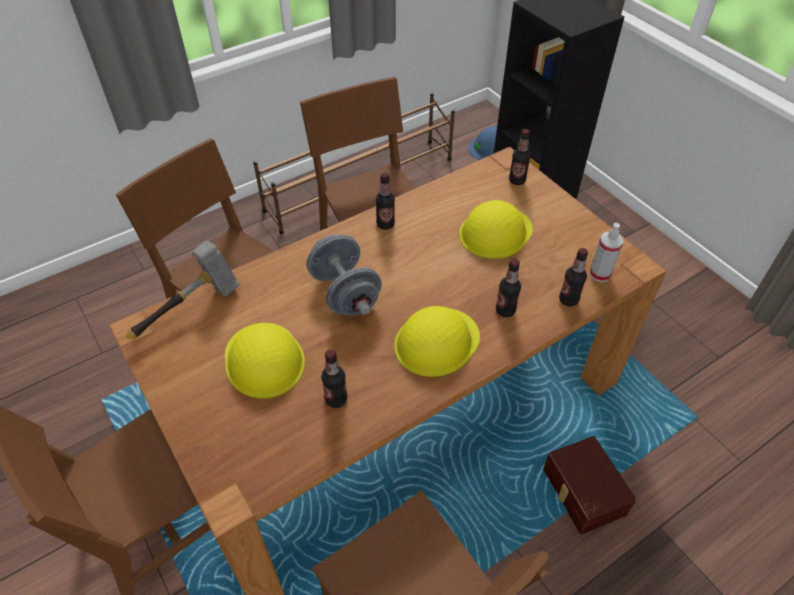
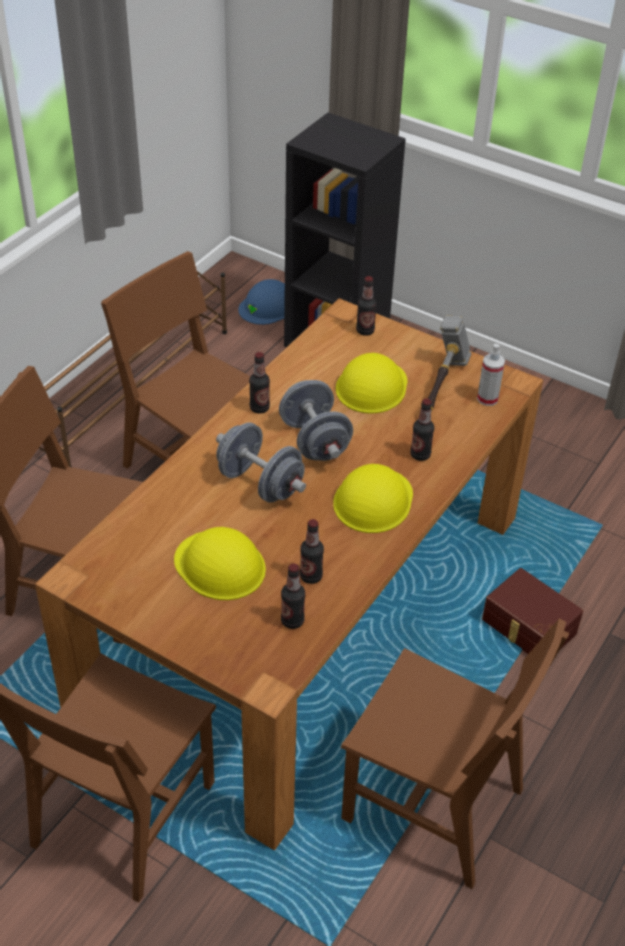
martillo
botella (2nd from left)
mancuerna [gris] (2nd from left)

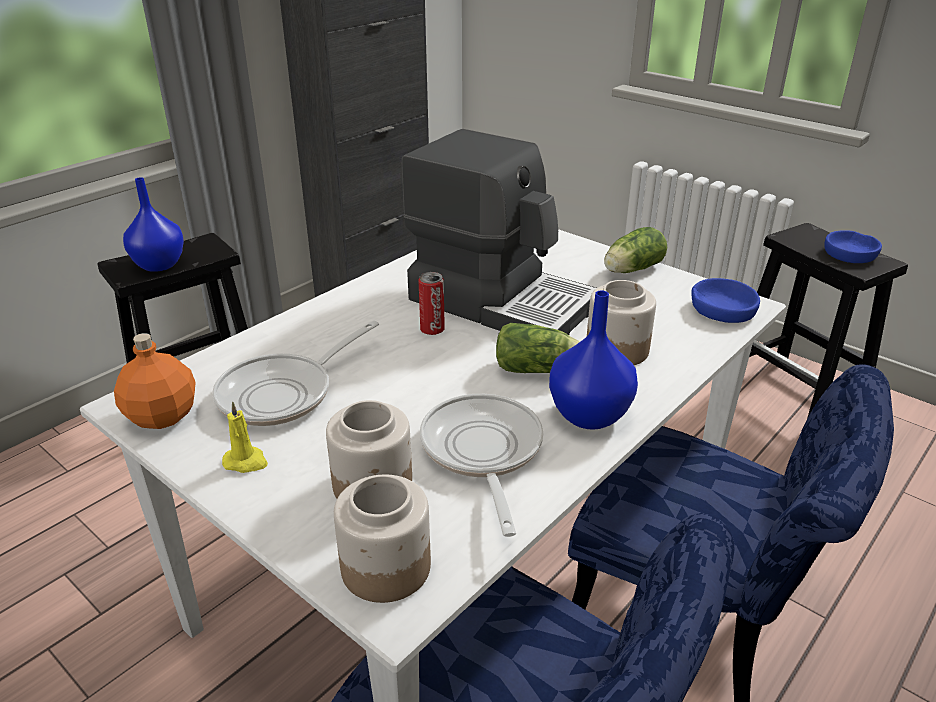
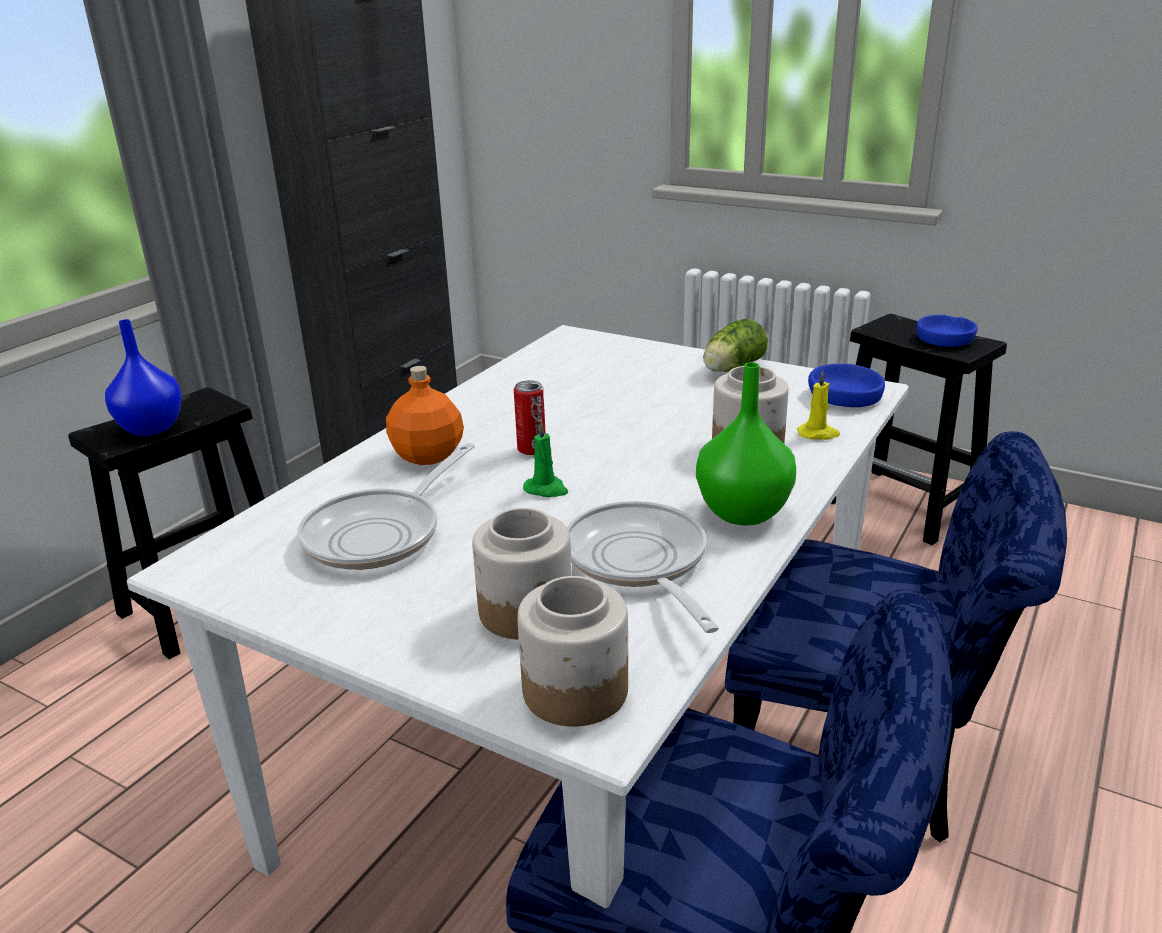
botella [naranja]
vela [amarillo]
cafetera
lechuga (1st from left in the first image)
florero [verde]
vela [verde]

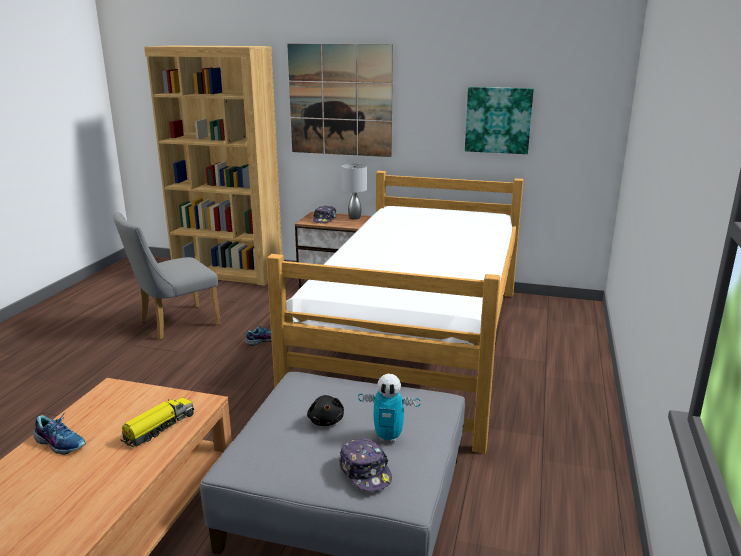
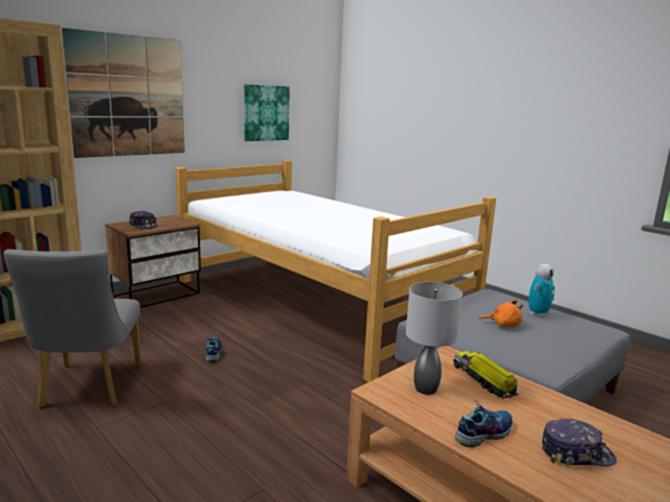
peluche [naranja]
gorra (2nd from left)
lámpara de mesa [gris]

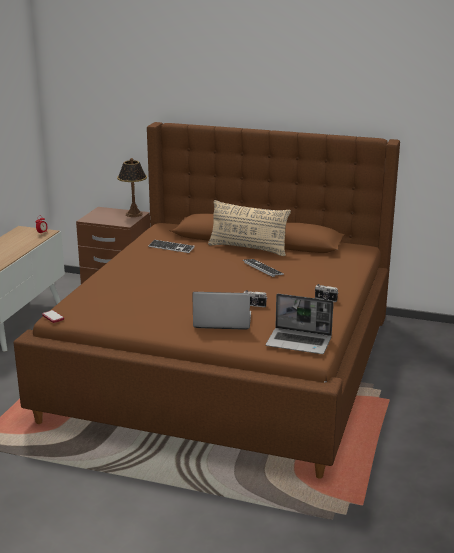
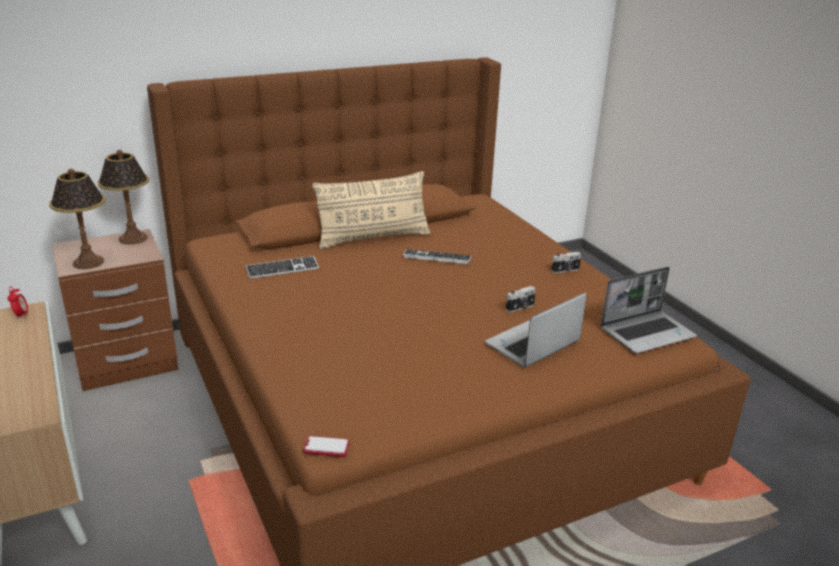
lámpara de mesa (1st from left)

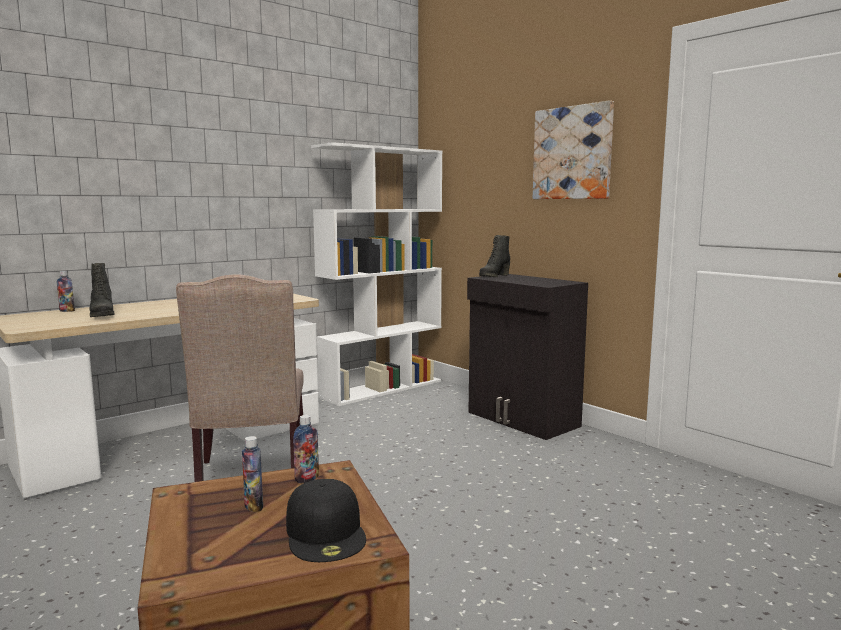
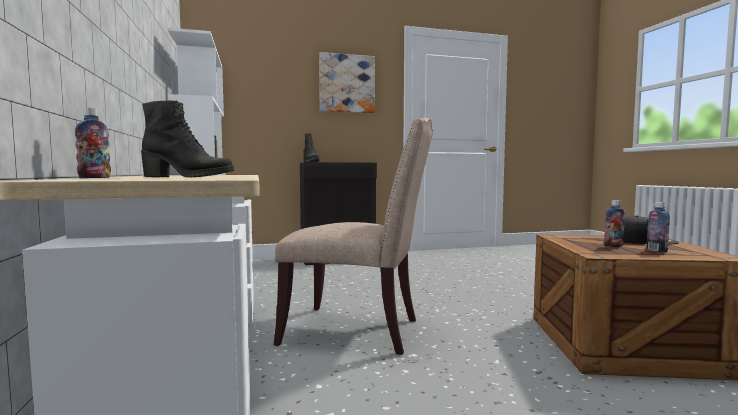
botella (3rd from left)

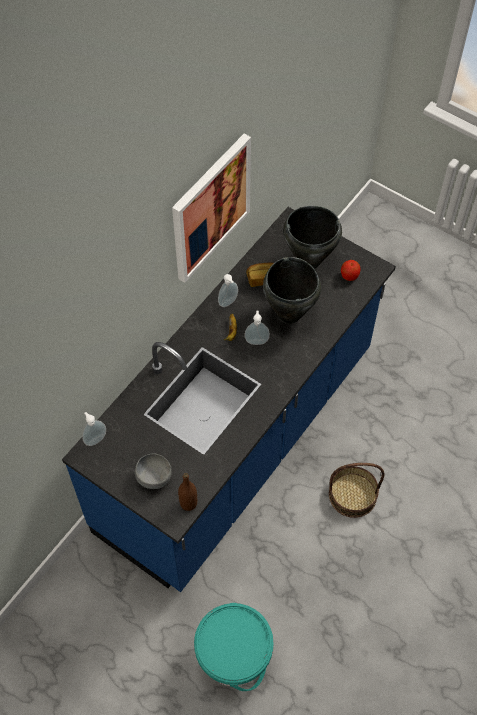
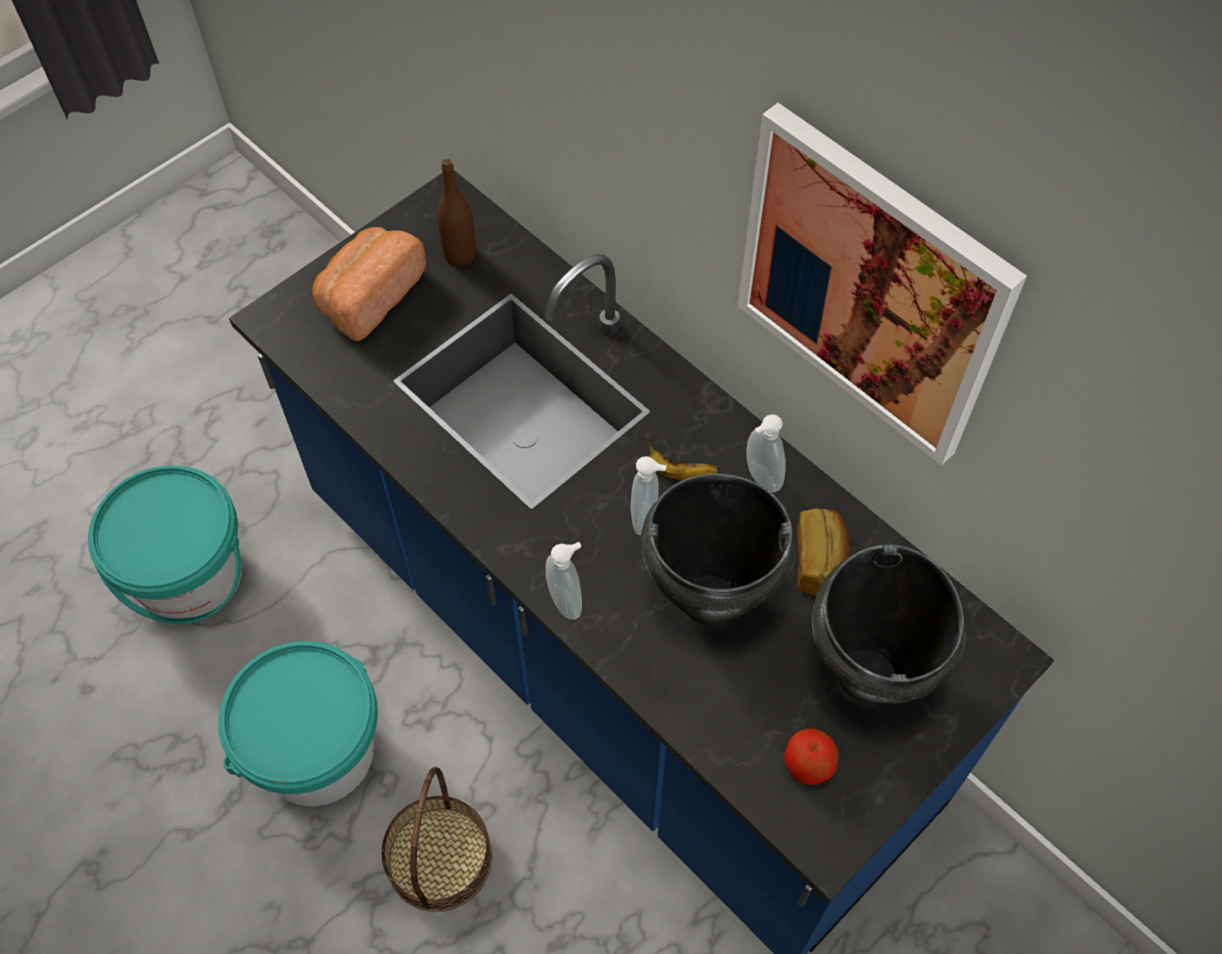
dispensador de jabón (1st from left)
pan (1st from left)
botella [marrón]
cubo [turquesa] (2nd from left)

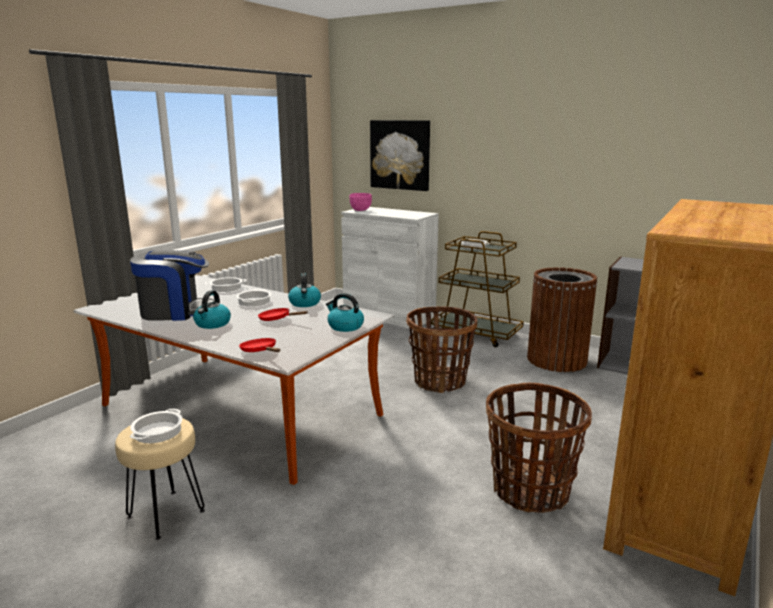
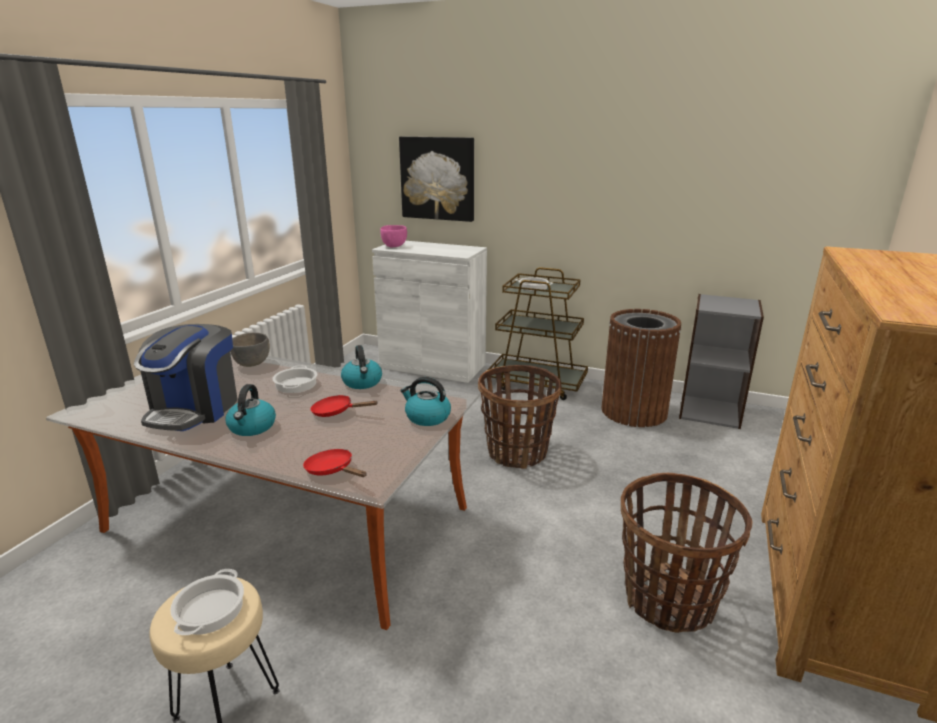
cafetera
cuenco [gris]

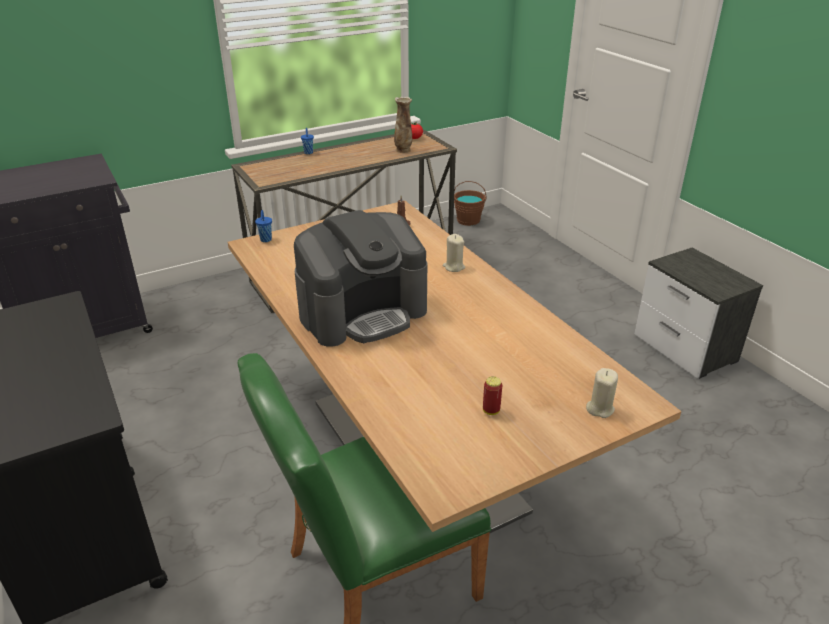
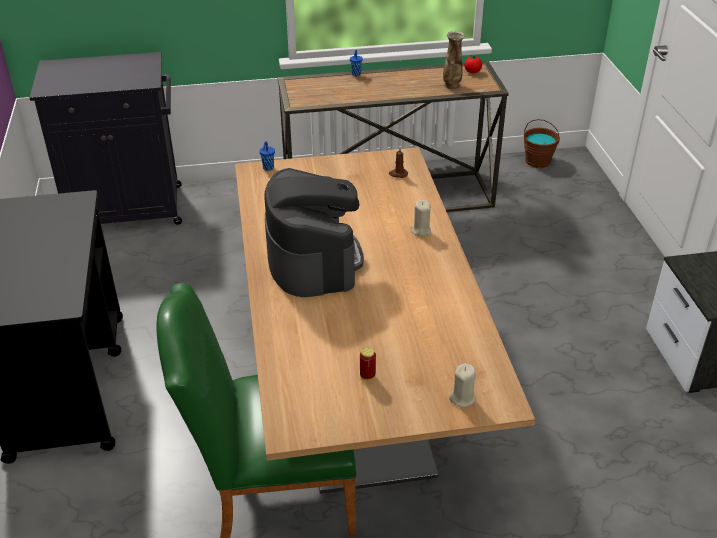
cafetera

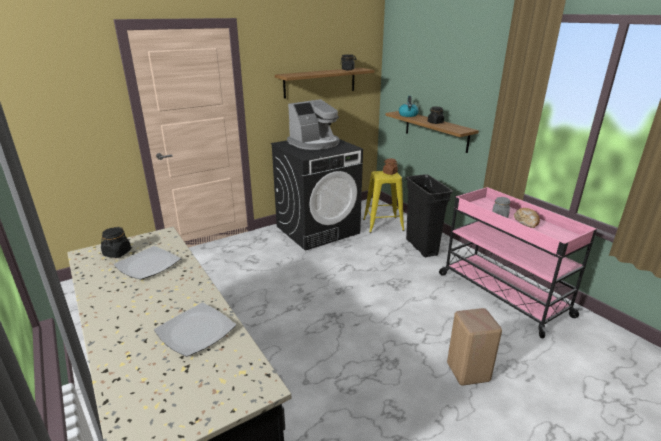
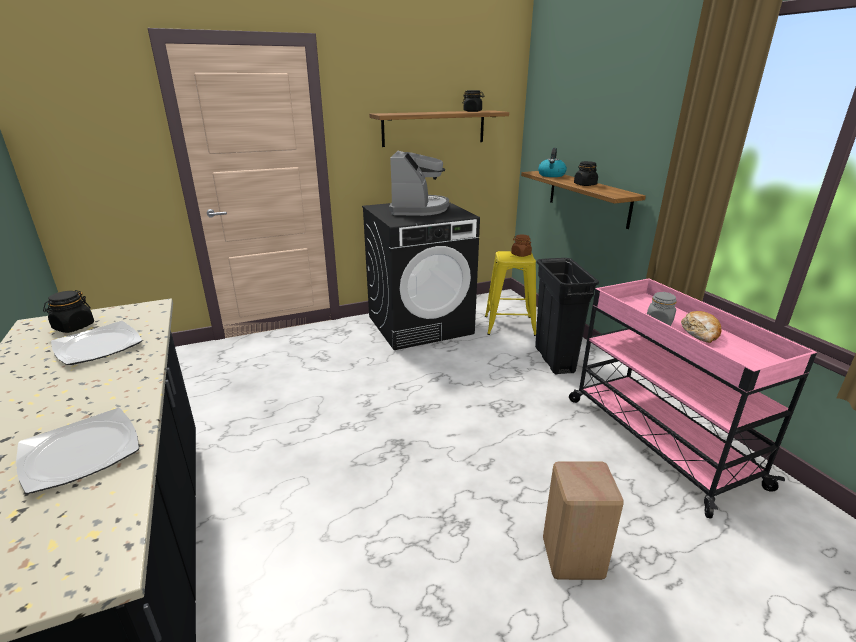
cafetera

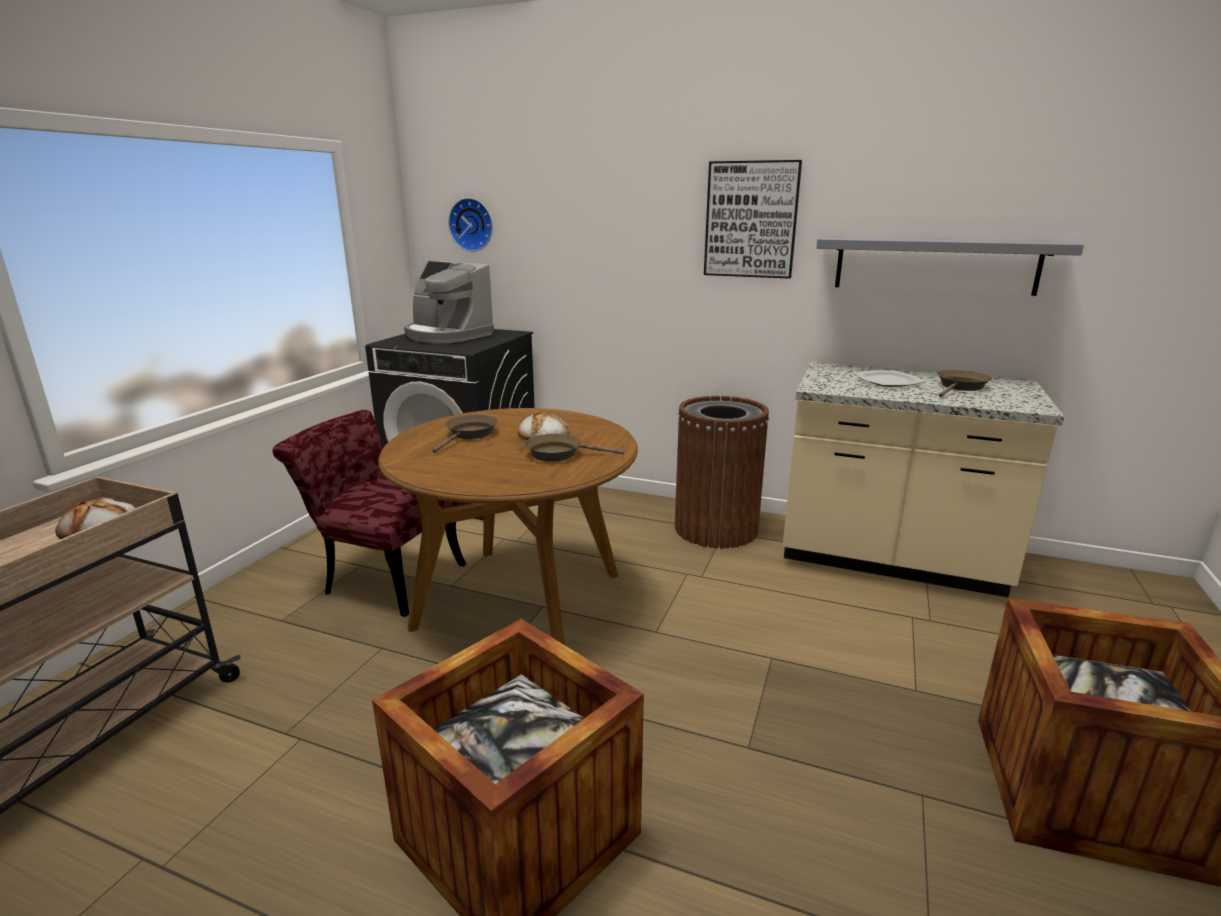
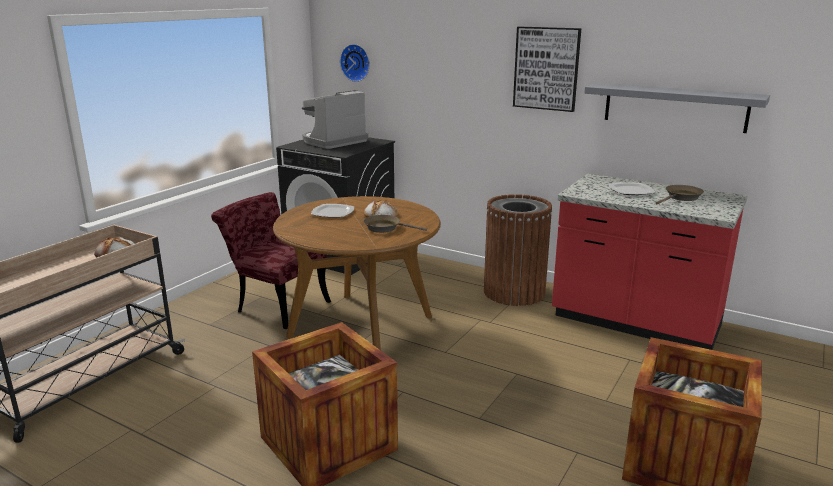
cafetera
plato (1st from left)
mueble bajo de cocina [rojo]

